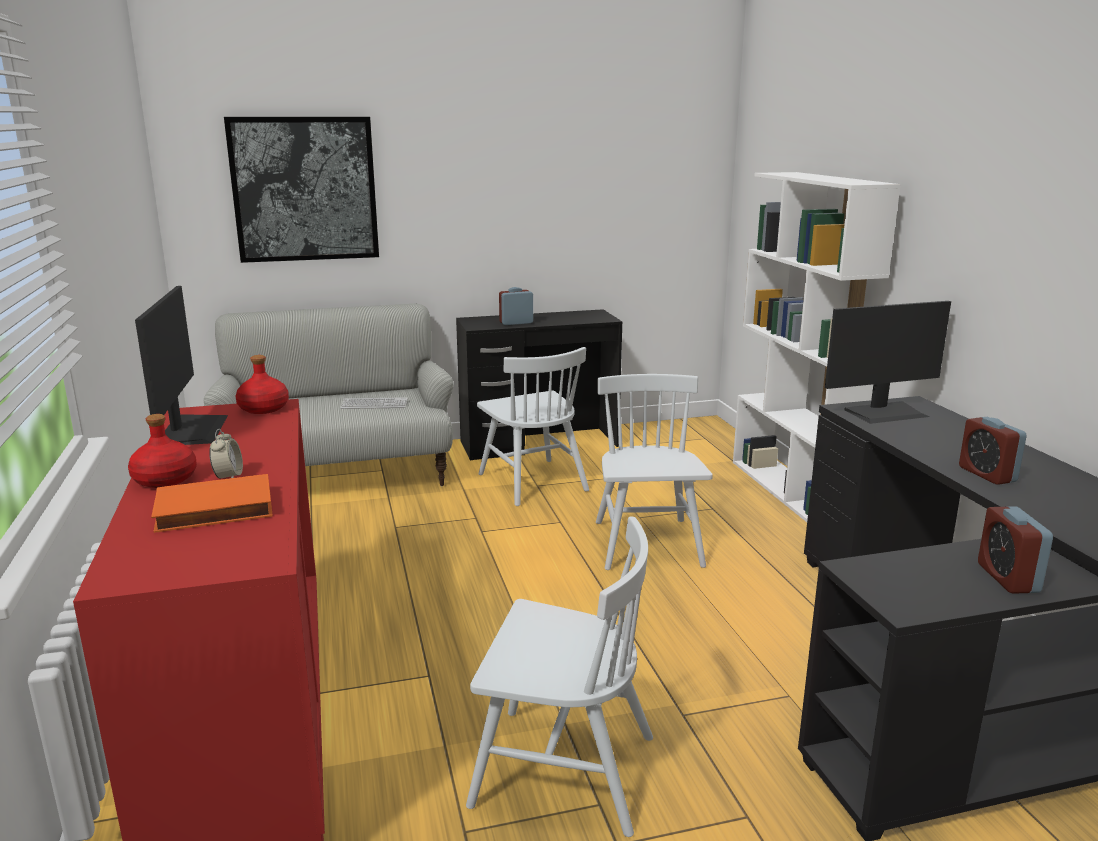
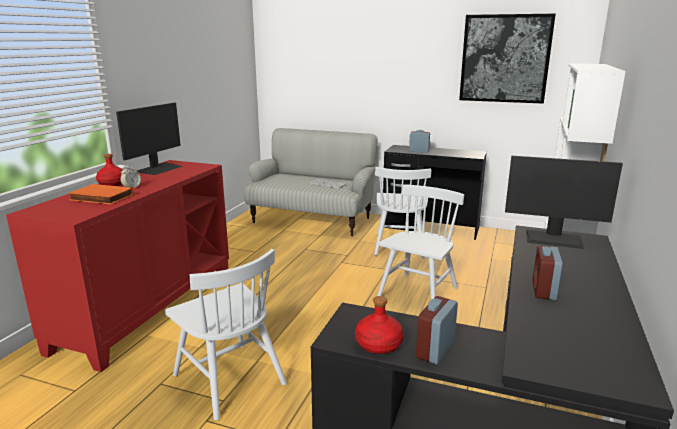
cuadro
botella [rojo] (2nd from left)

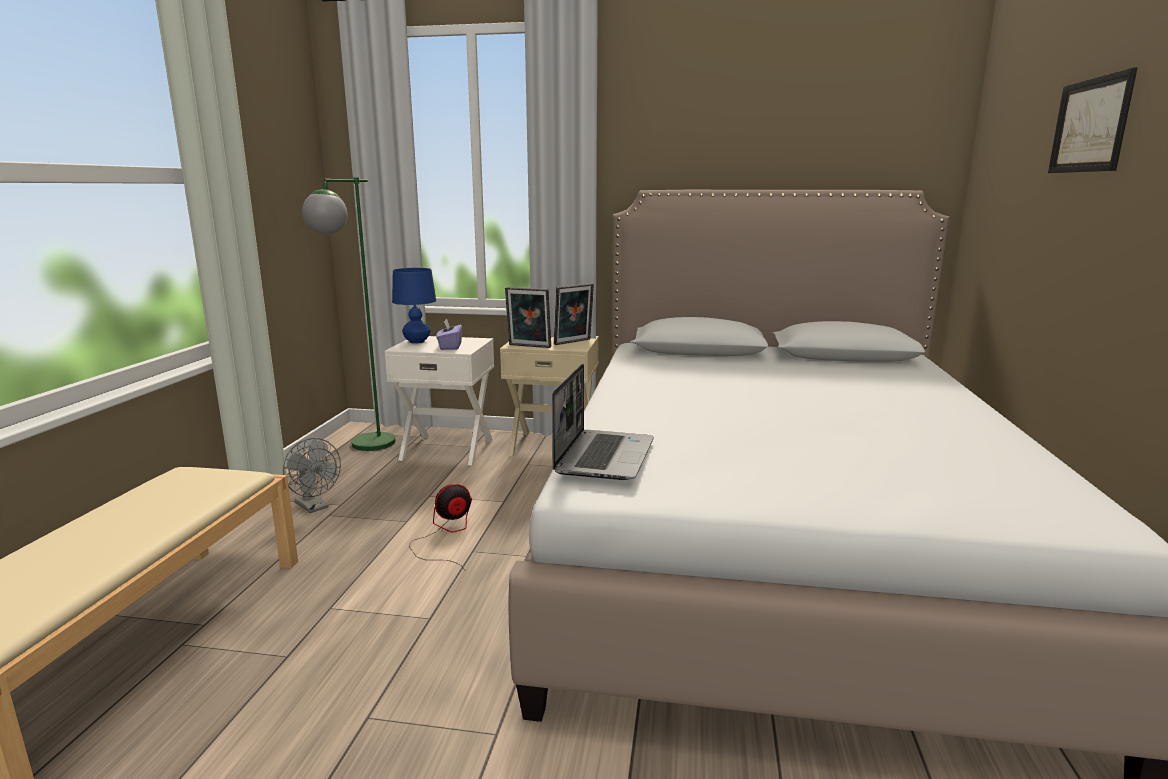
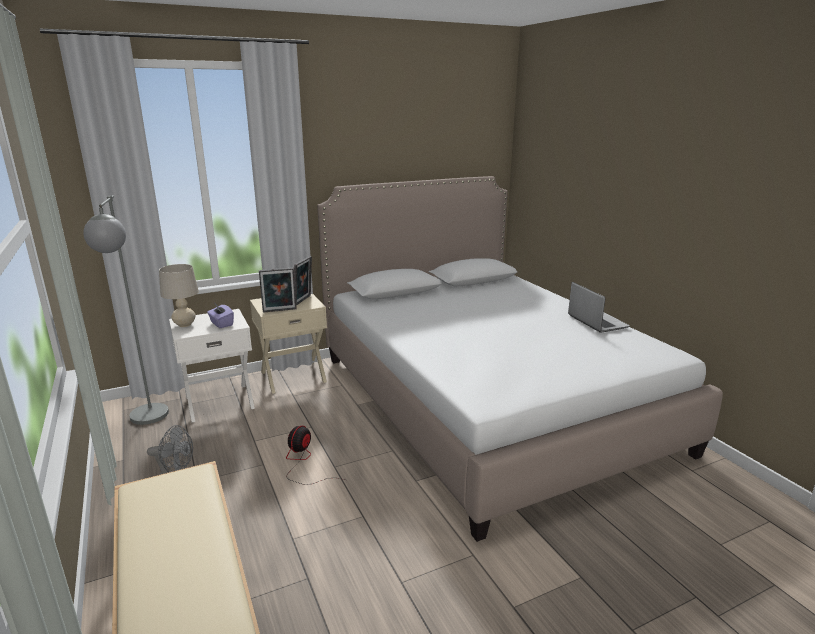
lámpara de pie [gris]
lámpara de mesa [beis]
portátil
cuadro

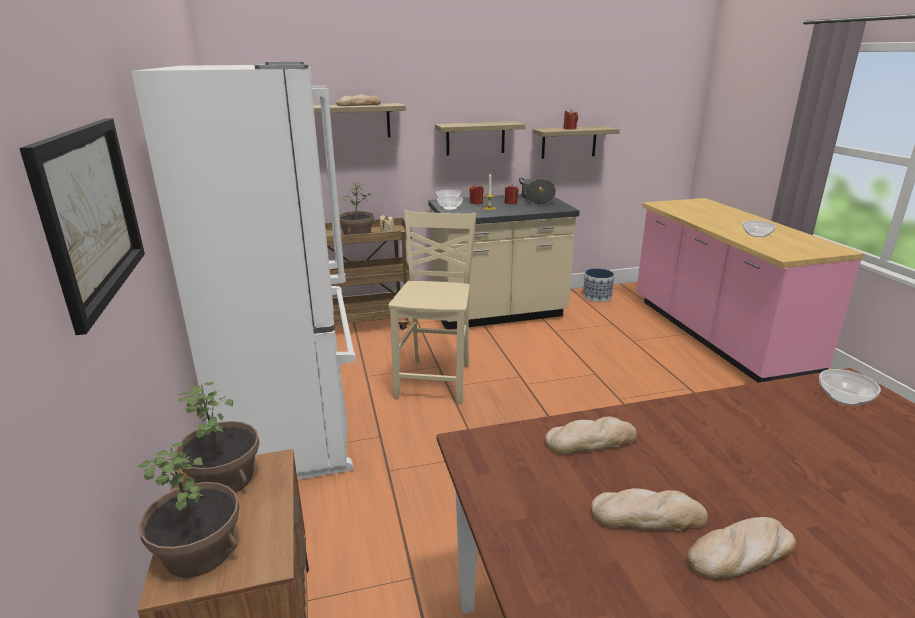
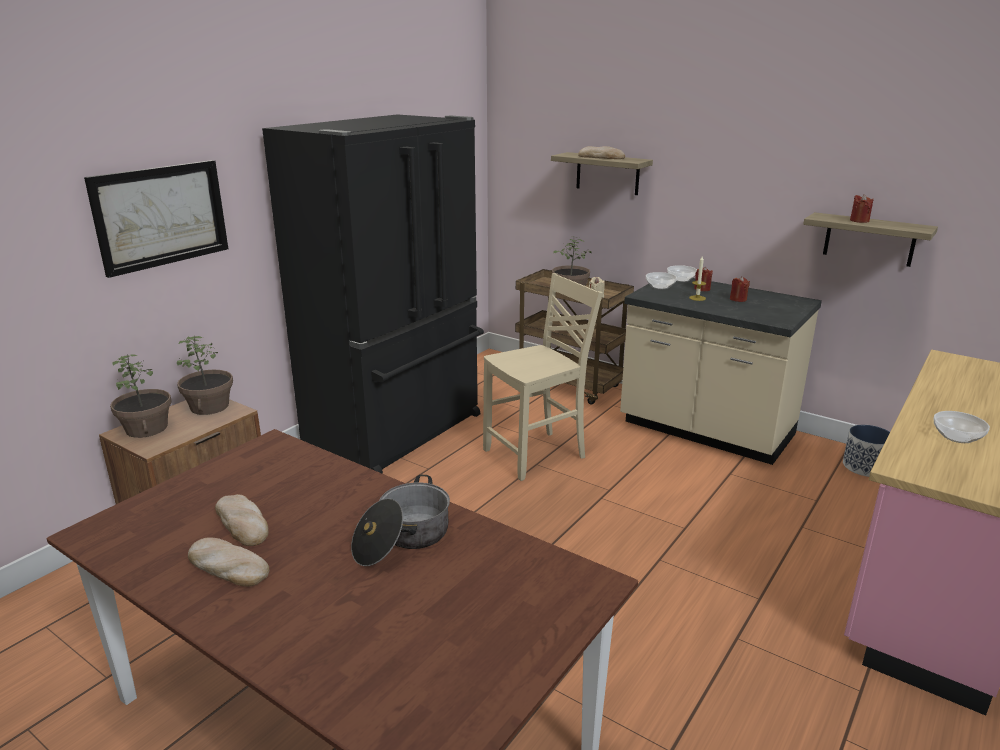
nevera [negro]
estante (2nd from left in the first image)
olla
pan (2nd from left in the first image)
cuenco (4th from left in the first image)

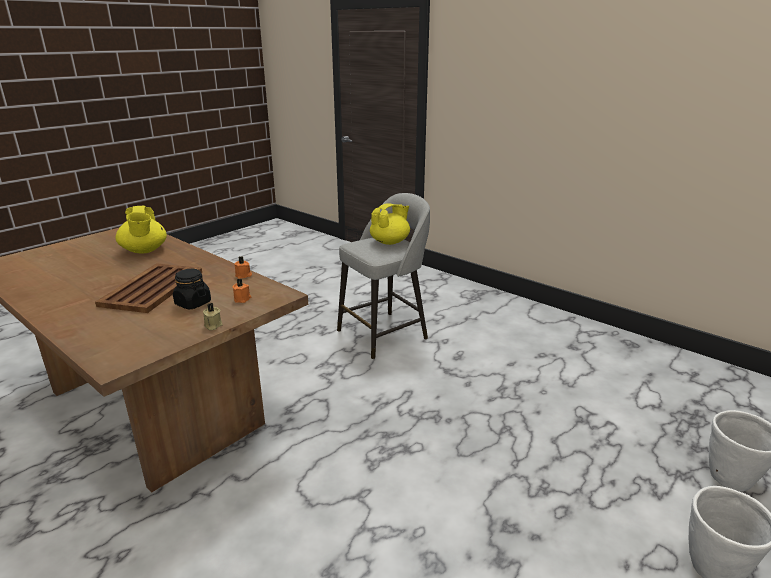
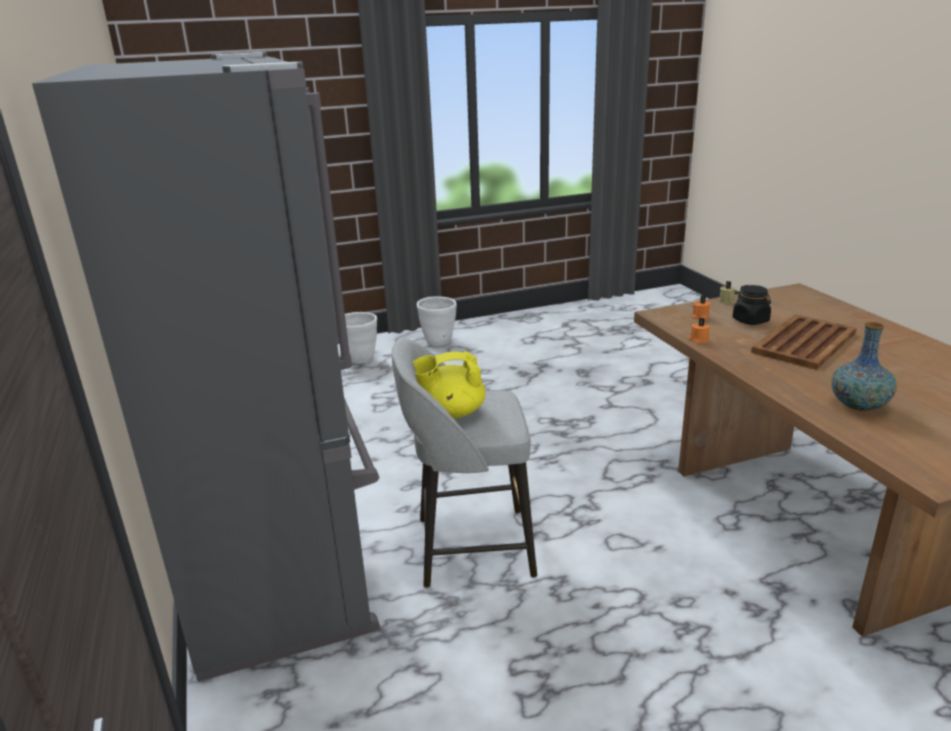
florero
nevera [gris]

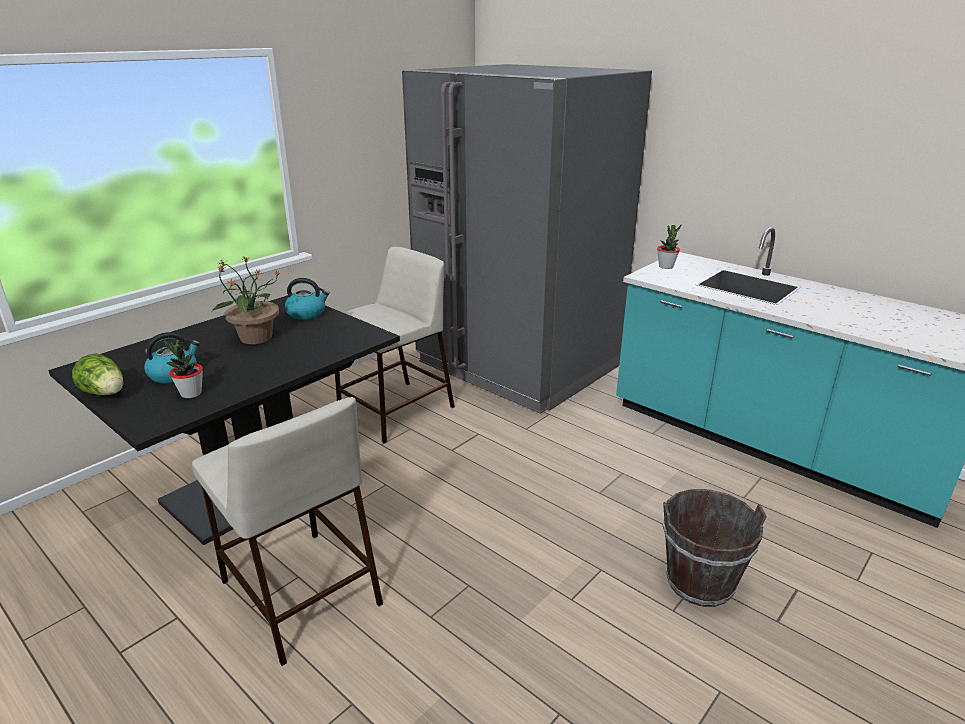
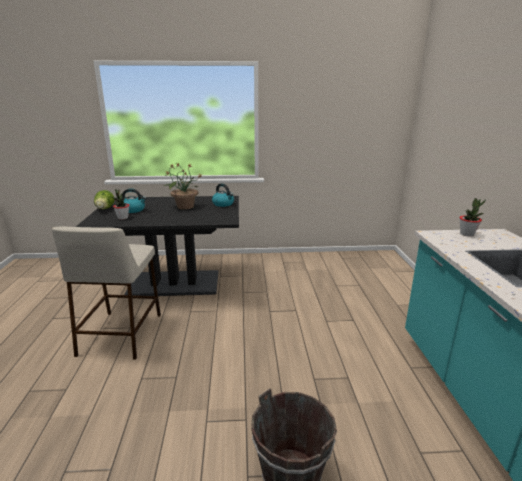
taburete [beis] (2nd from left in the first image)
nevera [gris]

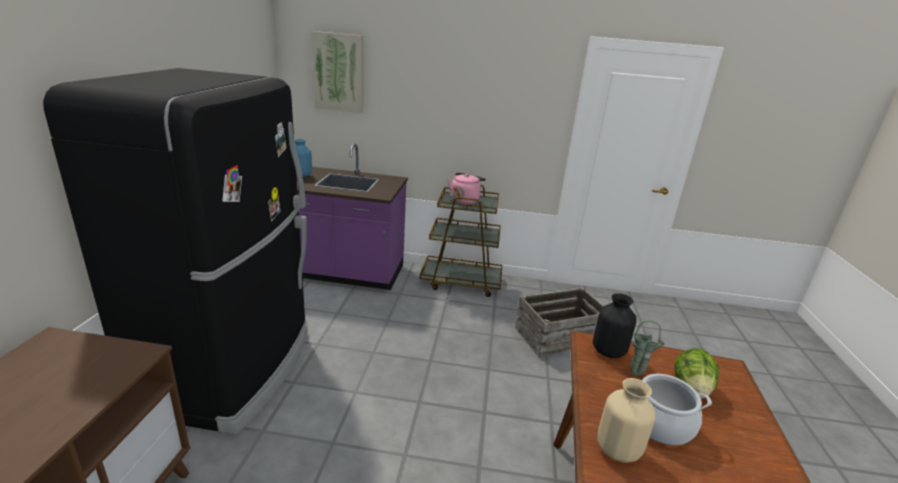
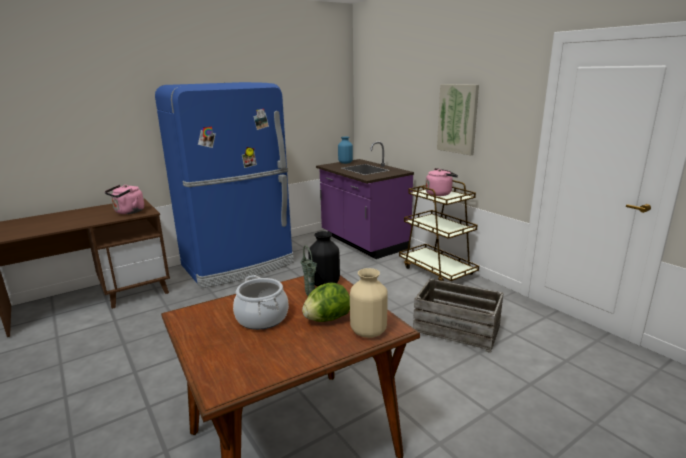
nevera [azul]
cuadro
florero [beis]
hervidor [rosa] (1st from left)

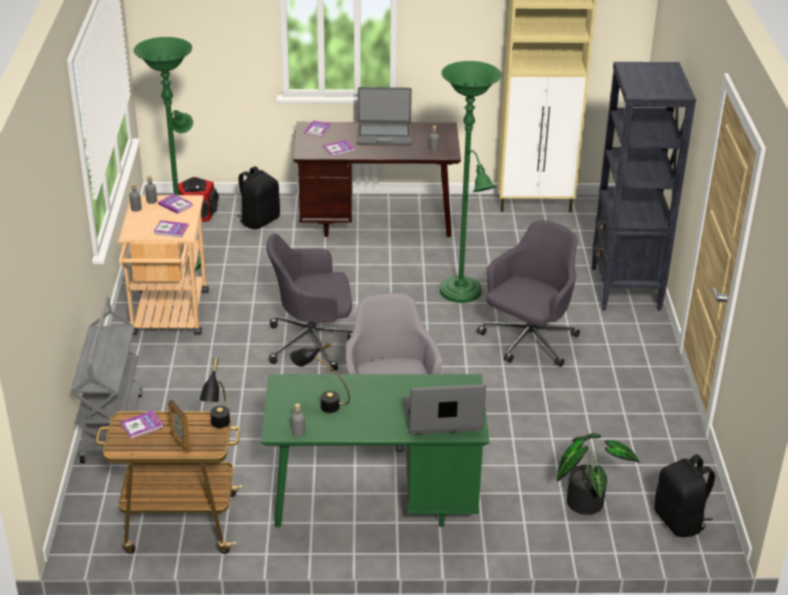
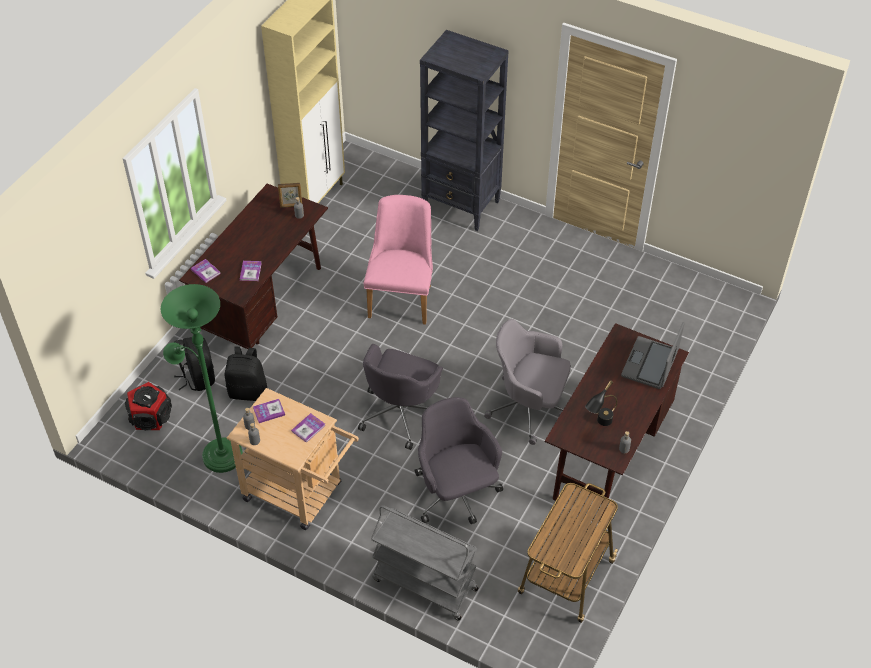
libro (1st from left in the first image)
portarretratos
lámpara de mesa [negro] (1st from left in the first image)
escritorio [marrón] (2nd from left)
portátil (1st from left in the first image)
silla [rosa]
silla de oficina [gris] (2nd from left)
planta en maceta
mochila [negro] (2nd from left)

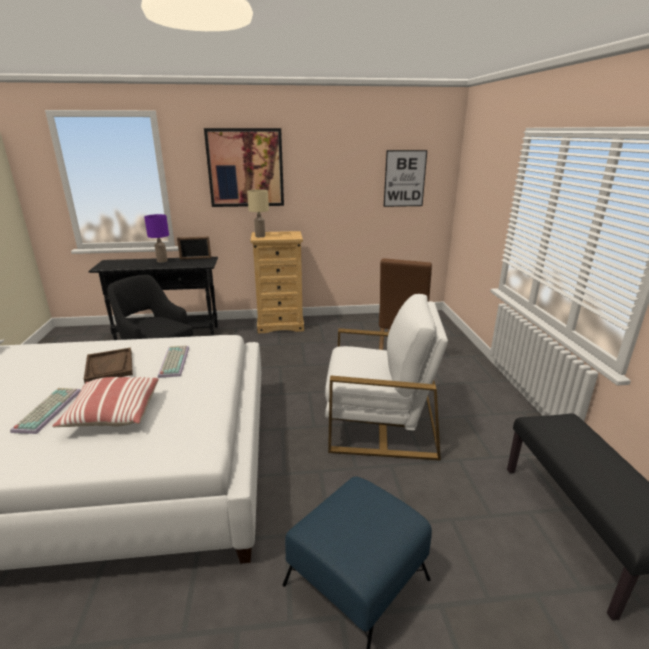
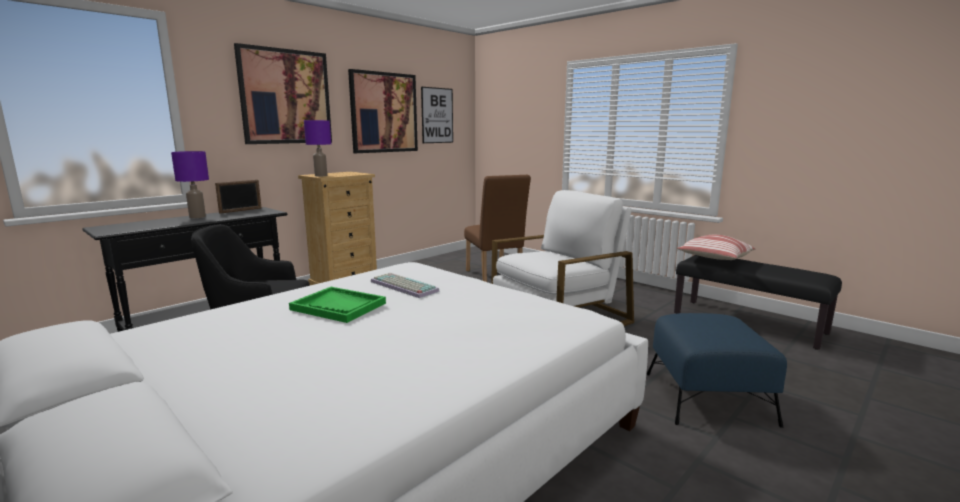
teclado (1st from left in the first image)
cojín
bandeja [verde]
lámpara de mesa [morado] (2nd from left)
cuadro (2nd from left)

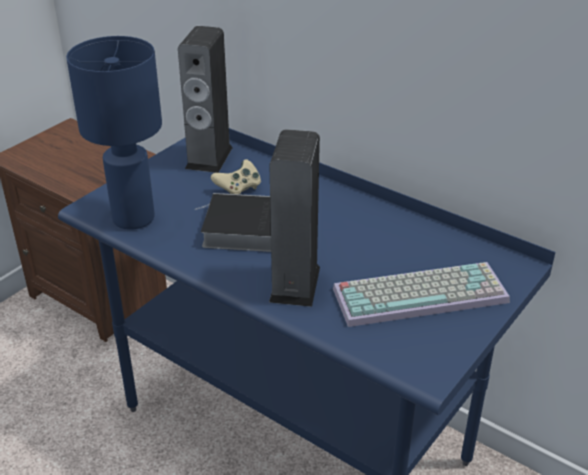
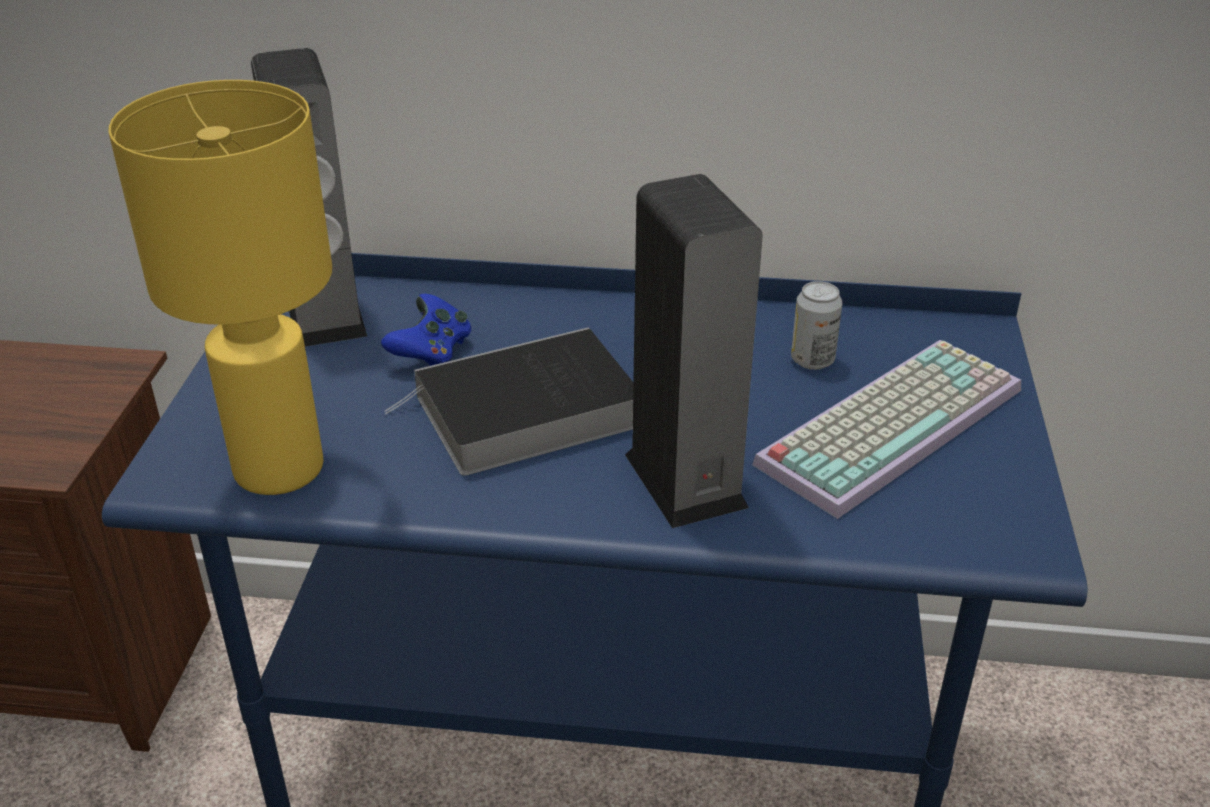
lámpara de mesa [amarillo]
mando de consola [azul]
lata

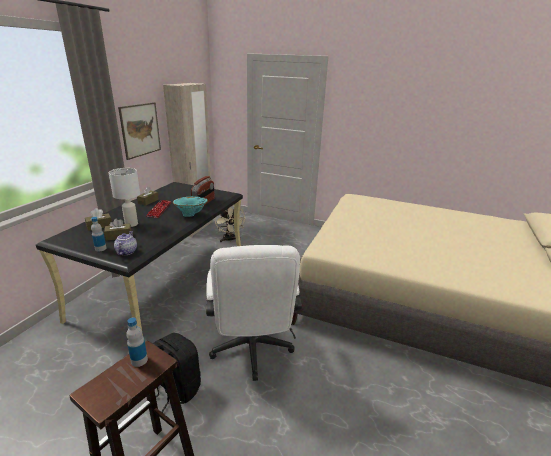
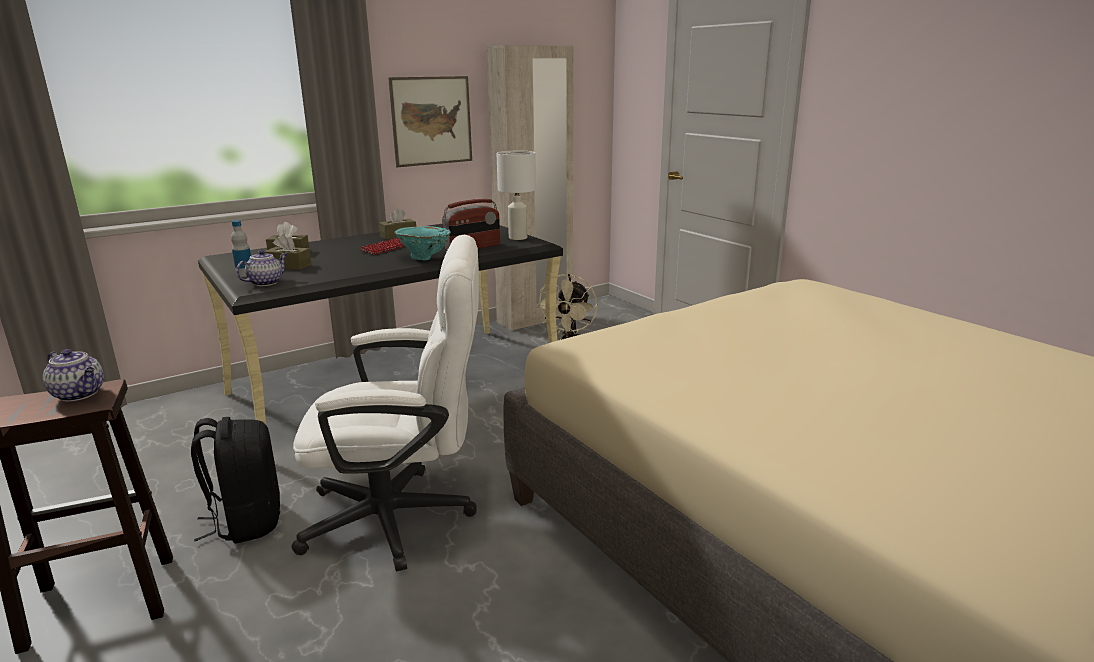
lámpara de mesa [blanco]
tetera (1st from left)
silla de oficina [blanco]

